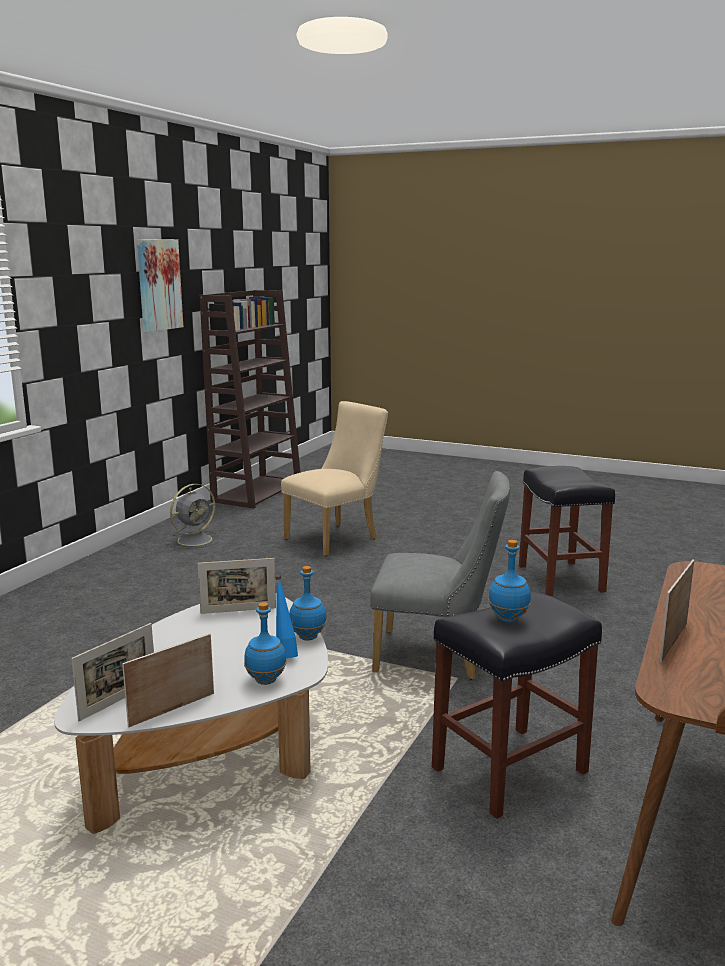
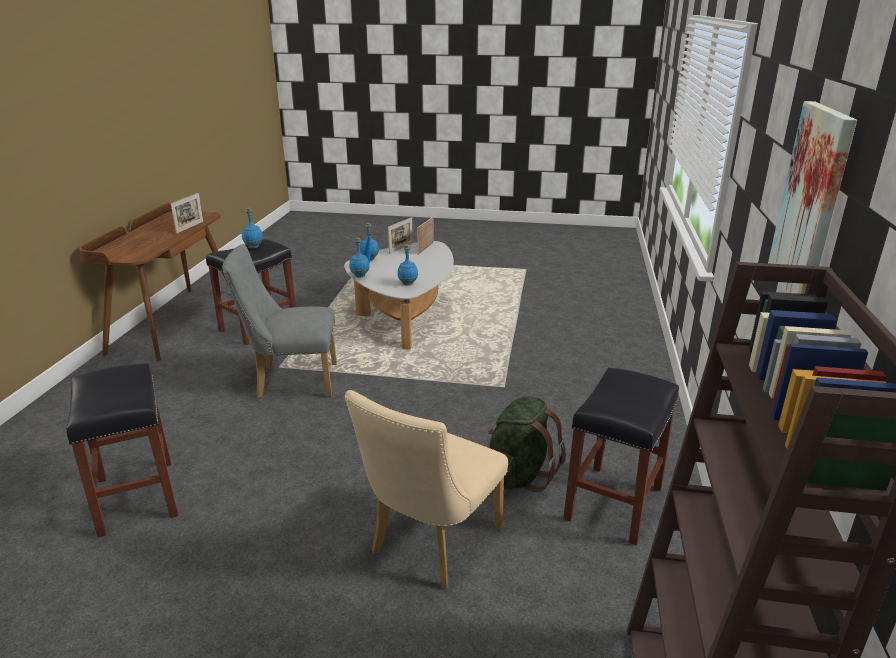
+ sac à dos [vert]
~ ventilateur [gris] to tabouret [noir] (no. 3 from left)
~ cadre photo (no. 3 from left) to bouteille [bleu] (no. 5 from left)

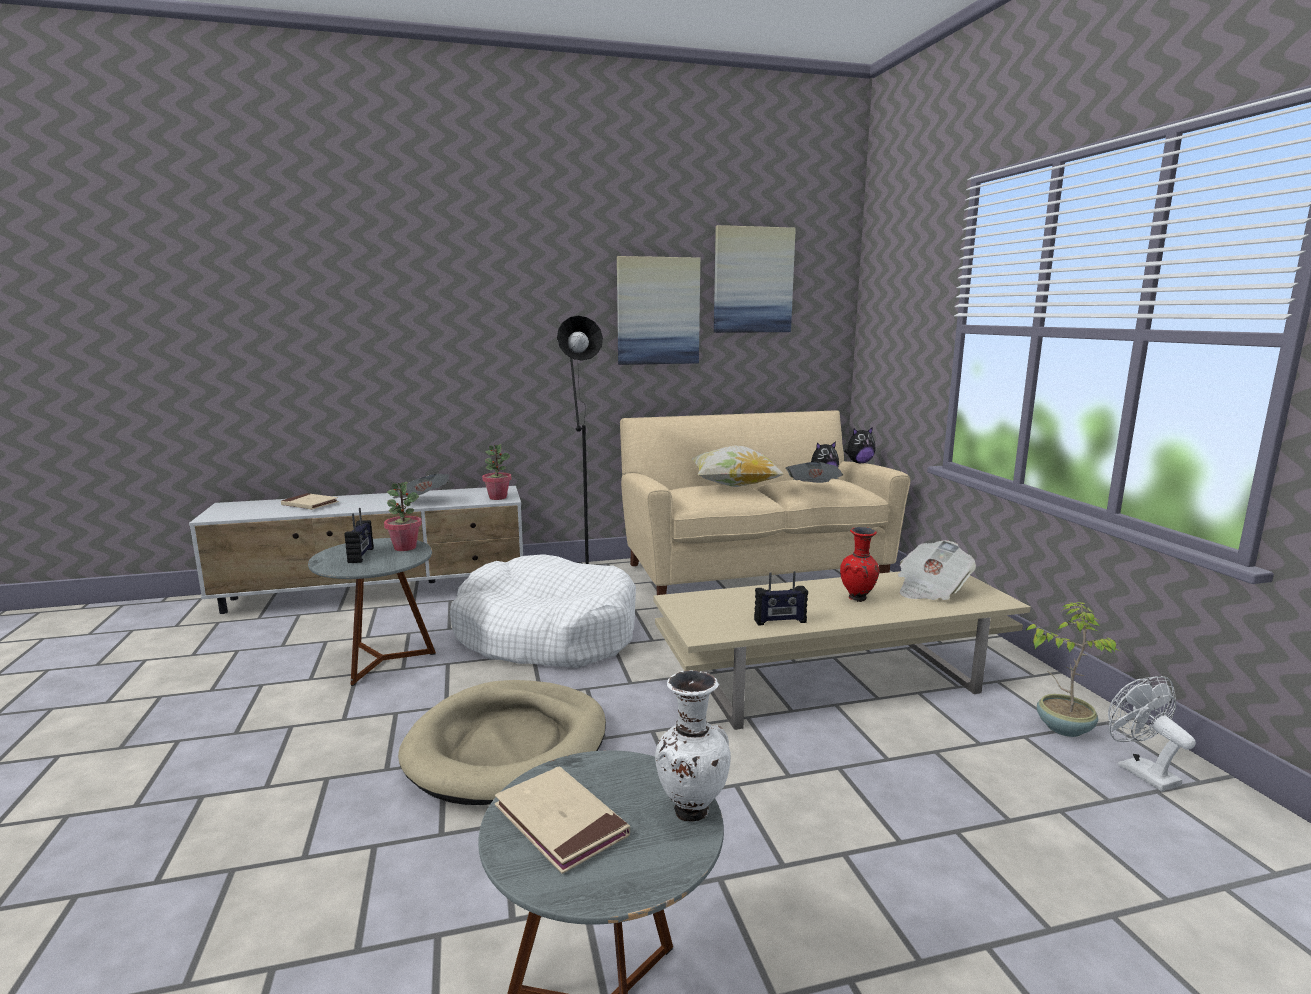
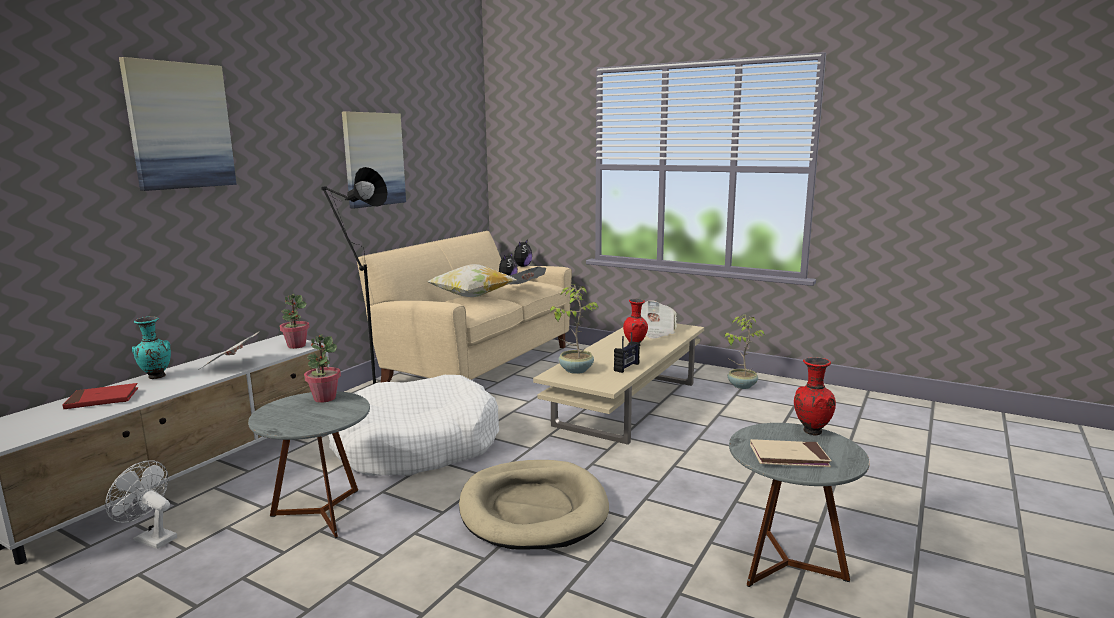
- radio (no. 1 from left)
+ vase [turquoise]
+ plante en pot (no. 3 from left)
~ tableau (no. 2 from left in the first image) to tableau (no. 1 from left)
~ ventilateur [blanc]
~ livre [beige] (no. 1 from left) to livre [rouge]
~ vase [blanc] to vase [rouge] (no. 2 from left)

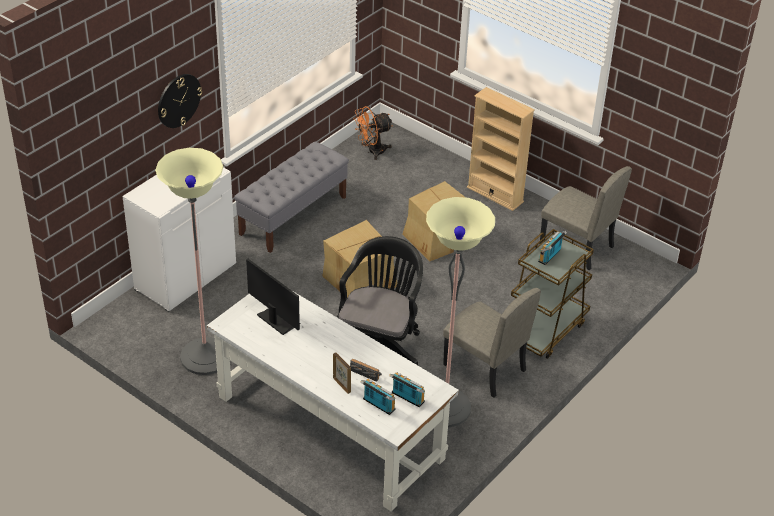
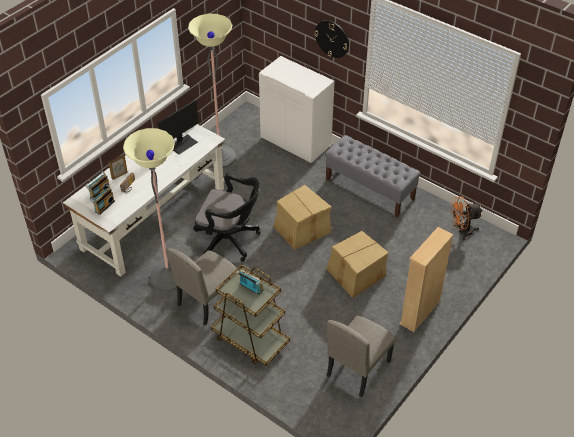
~ ventilateur [orange] 75 degrees counterclockwise

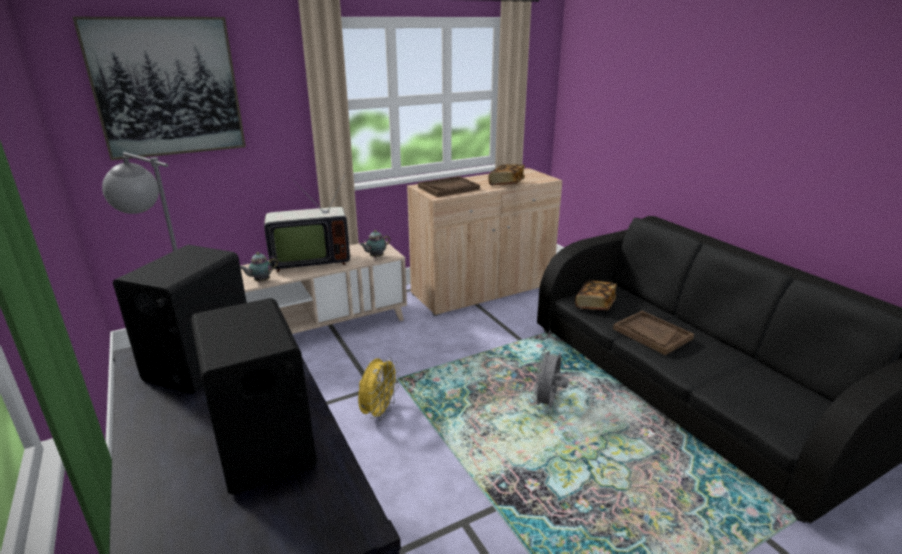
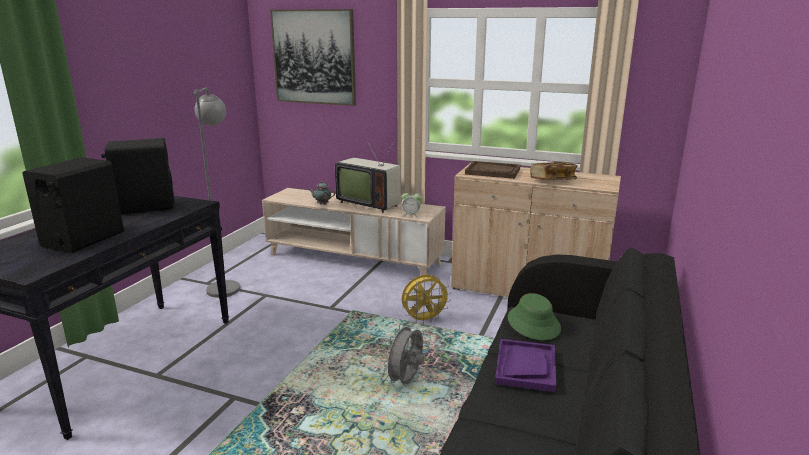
~ ventilateur [jaune]
~ théière (no. 2 from left) to réveil
~ livre (no. 2 from left) to chapeau [vert]
~ plateau [marron] (no. 2 from left) to plateau [violet]
~ ventilateur [gris] 45 degrees counterclockwise

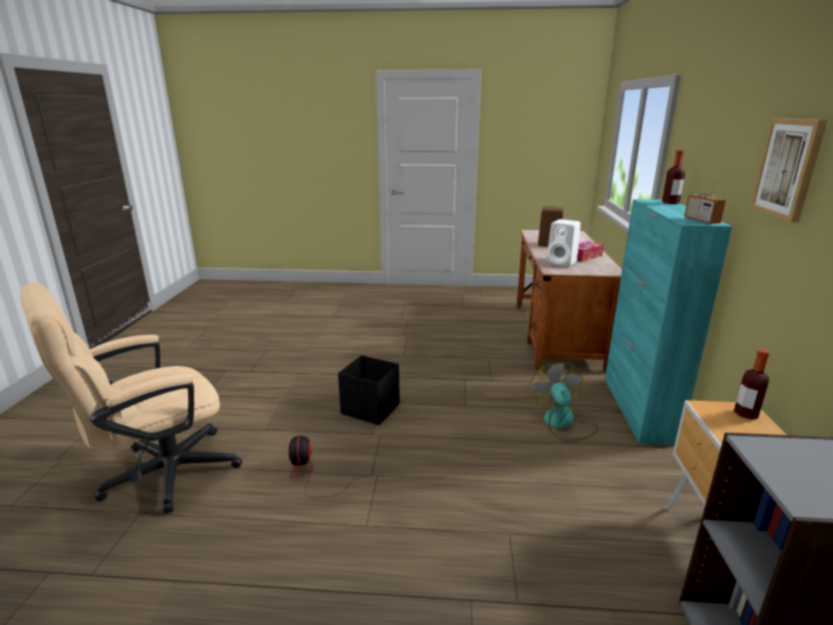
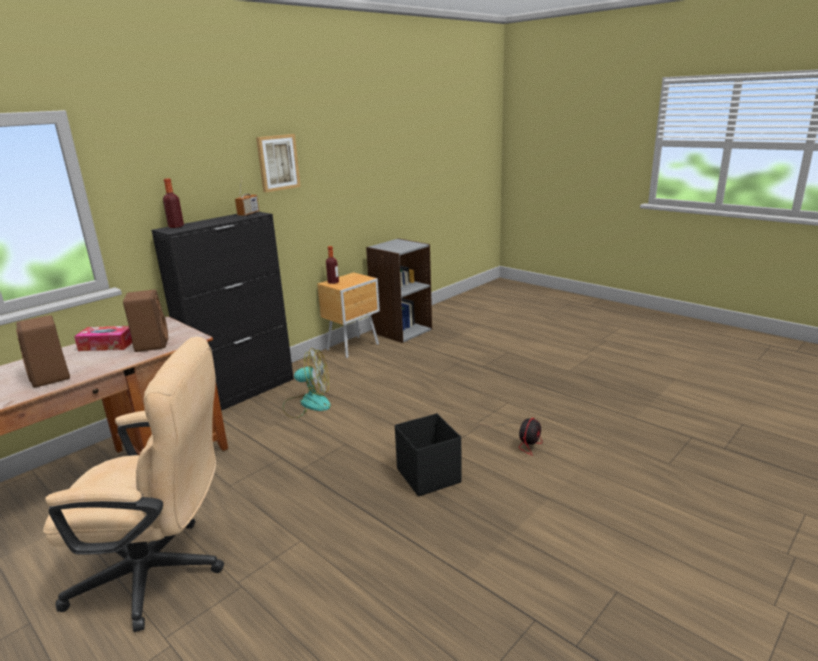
~ chaise de bureau [beige]
~ enceinte [blanc] to enceinte [marron] (no. 2 from left)
~ meuble de rangement [turquoise] to meuble de rangement [noir]
~ ventilateur (no. 2 from left in the first image) 120 degrees counterclockwise

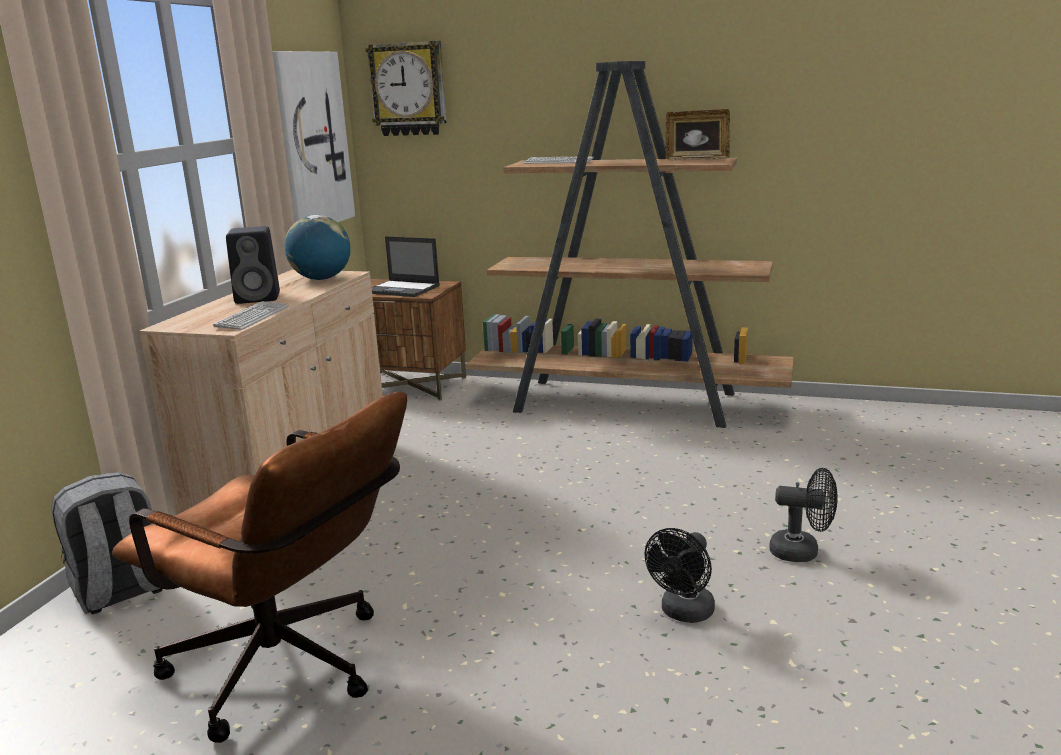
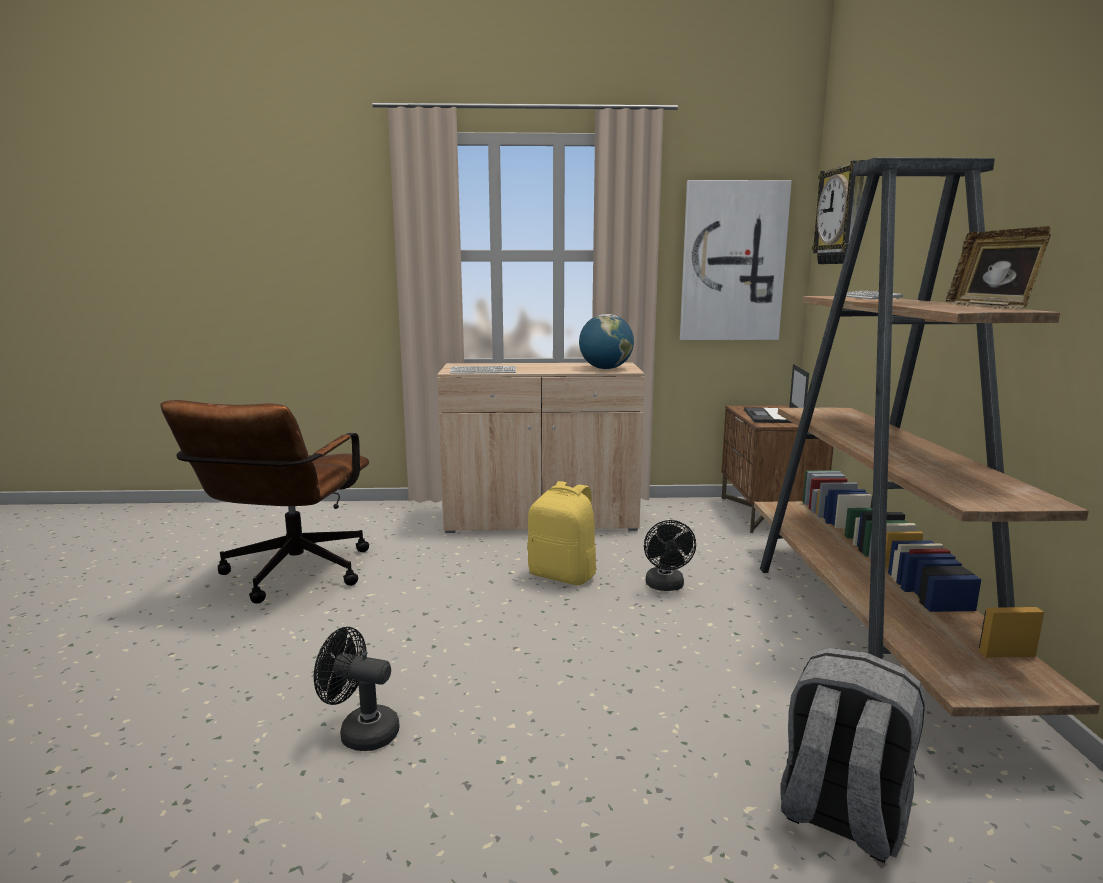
- enceinte [noir]
+ sac à dos [jaune]
~ sac à dos [gris]
~ ventilateur [noir] (no. 2 from left)

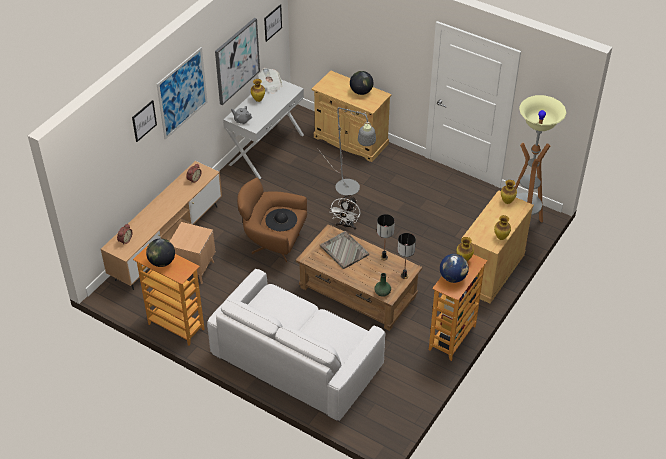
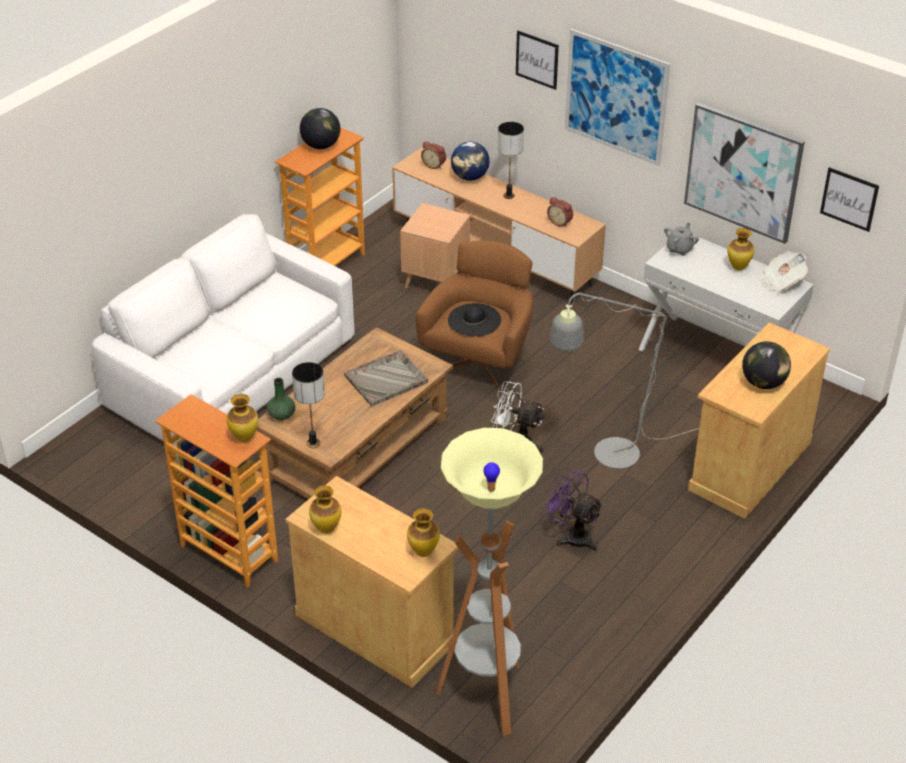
+ ventilateur [violet]
~ lampe de table (no. 1 from left in the first image) to lampe de table (no. 2 from left)
~ globe (no. 3 from left in the first image) to globe (no. 2 from left)

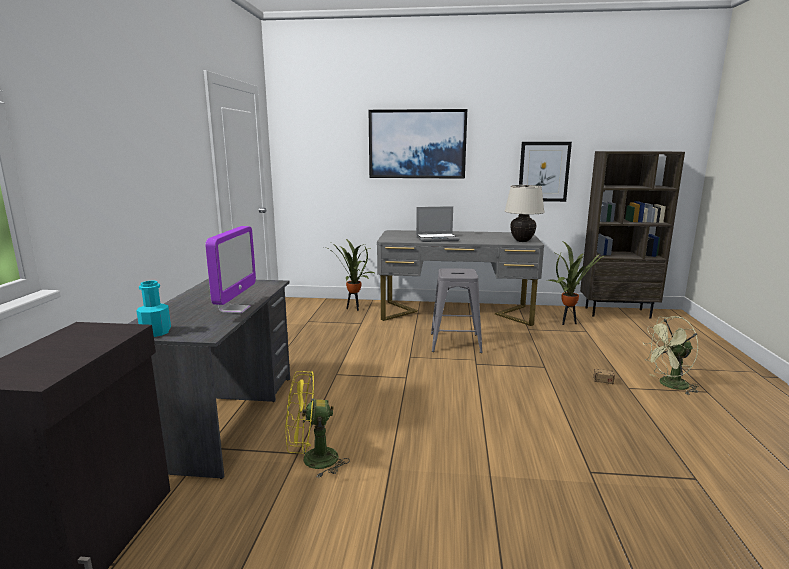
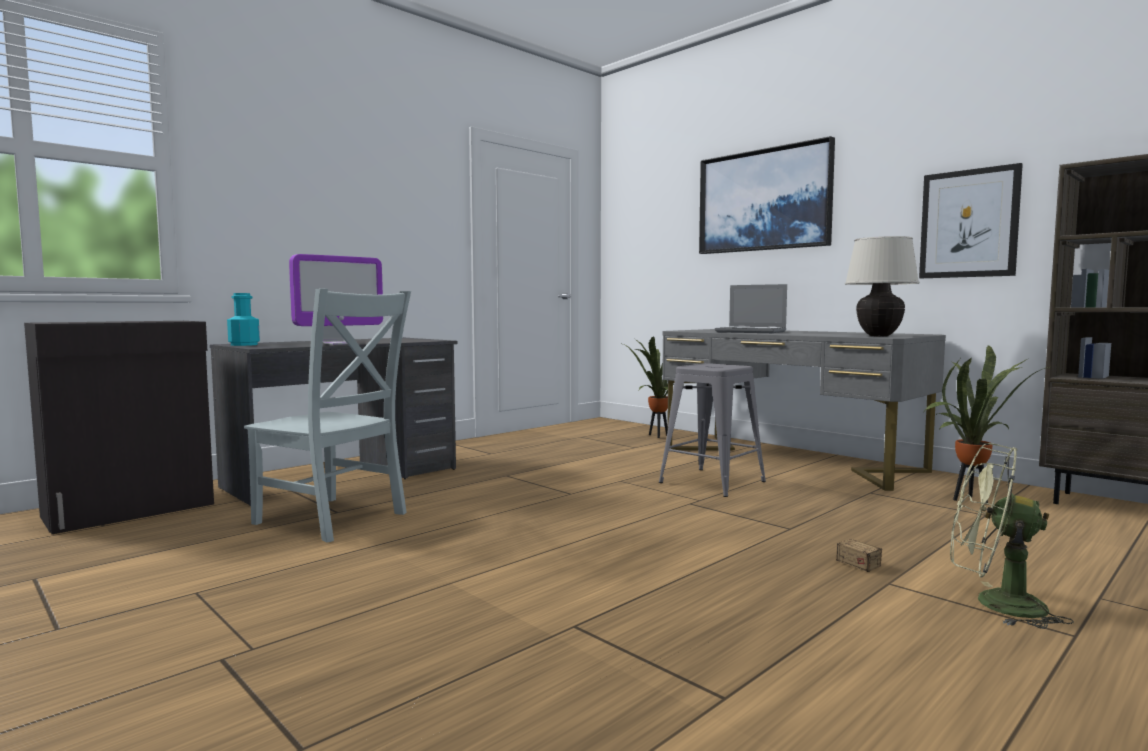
~ ventilateur [jaune] to chaise [gris]

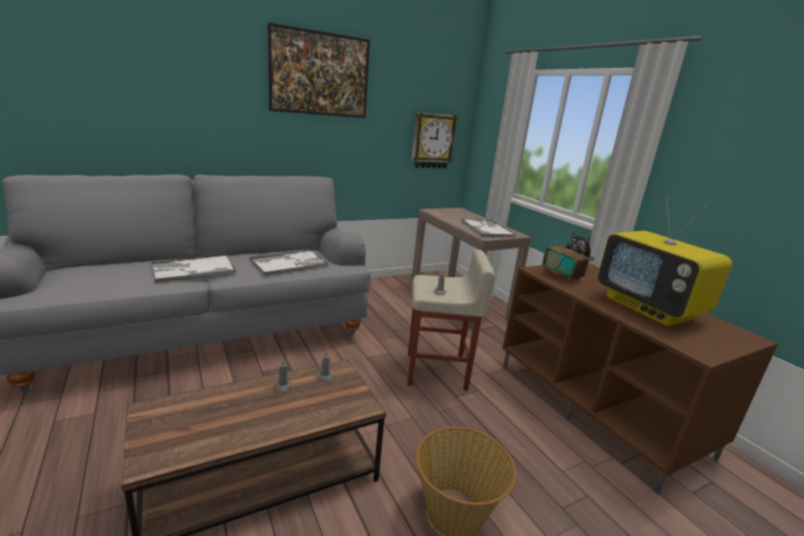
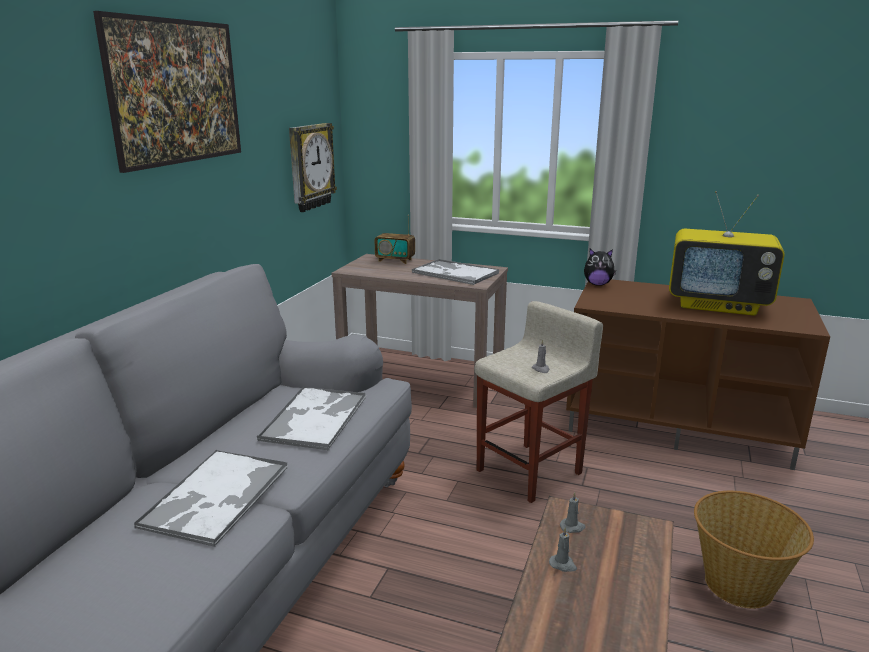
~ radio

